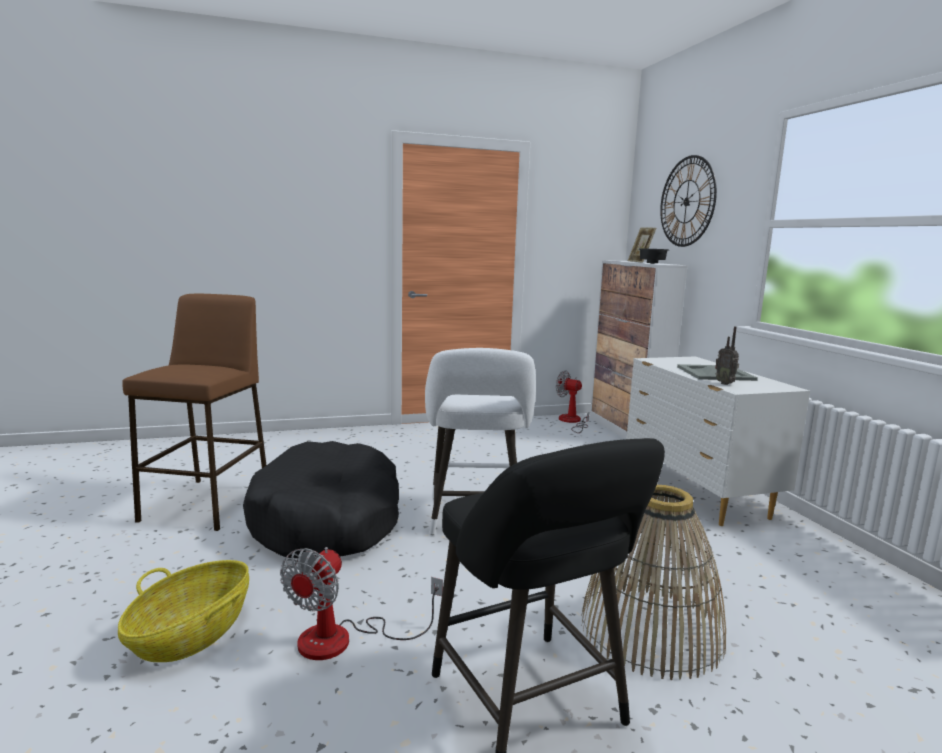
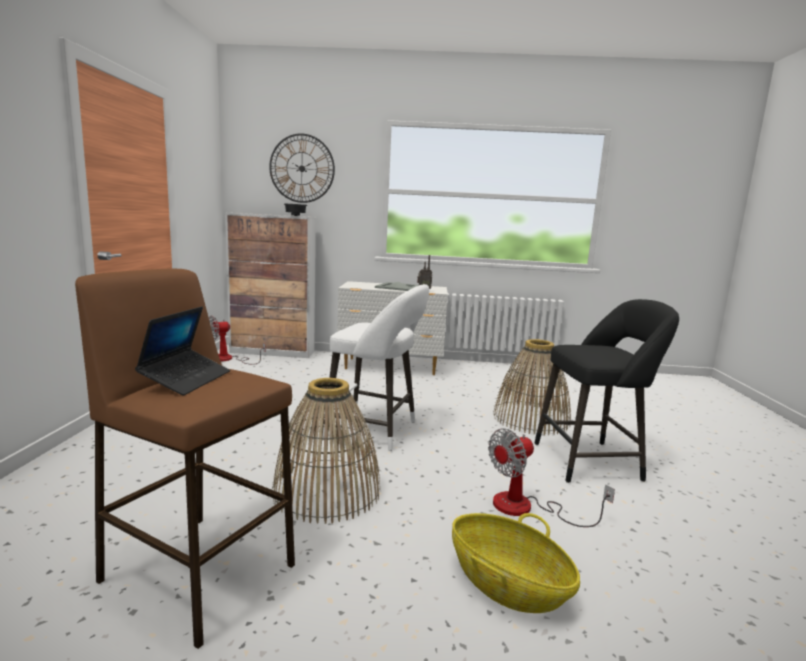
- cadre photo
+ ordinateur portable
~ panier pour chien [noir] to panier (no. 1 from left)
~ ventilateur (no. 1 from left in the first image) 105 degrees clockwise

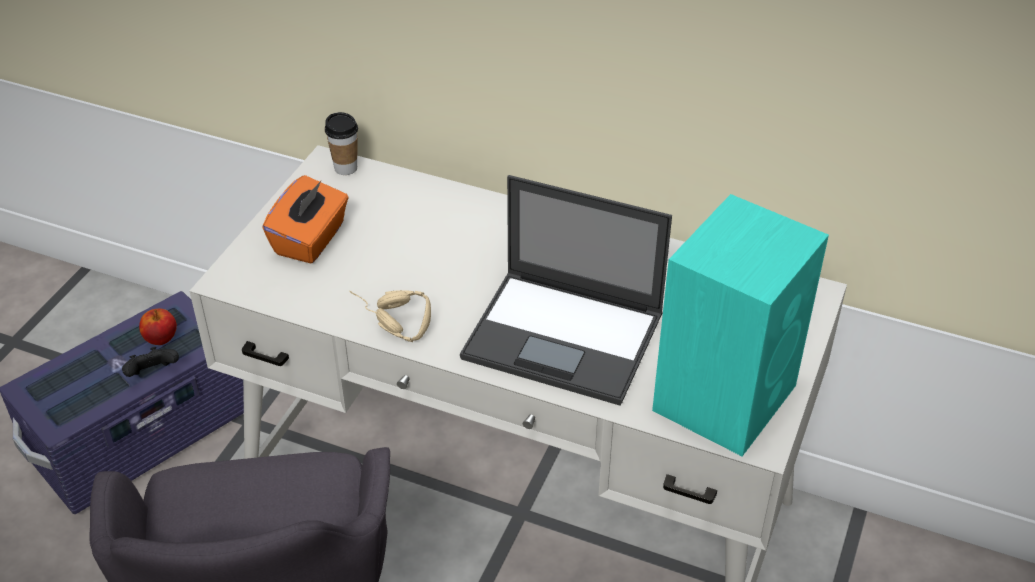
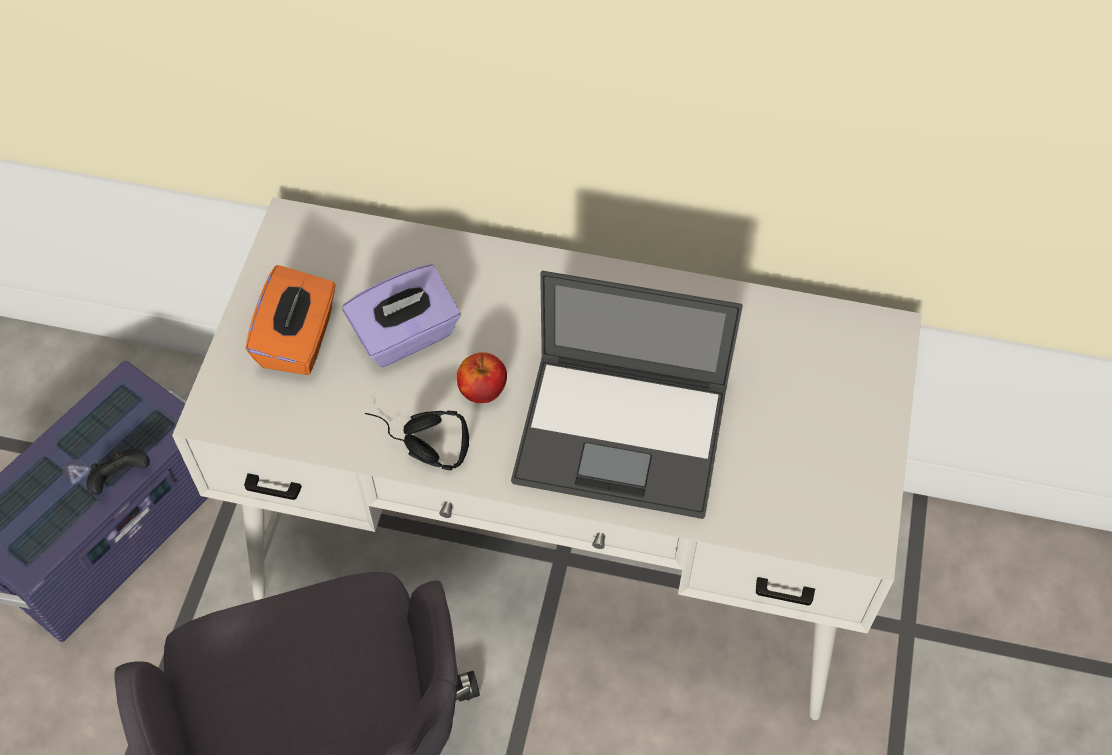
- tasse
- enceinte [turquoise]
+ boîte à mouchoirs [violet]
~ pomme
~ casque audio [beige] to casque audio [noir]

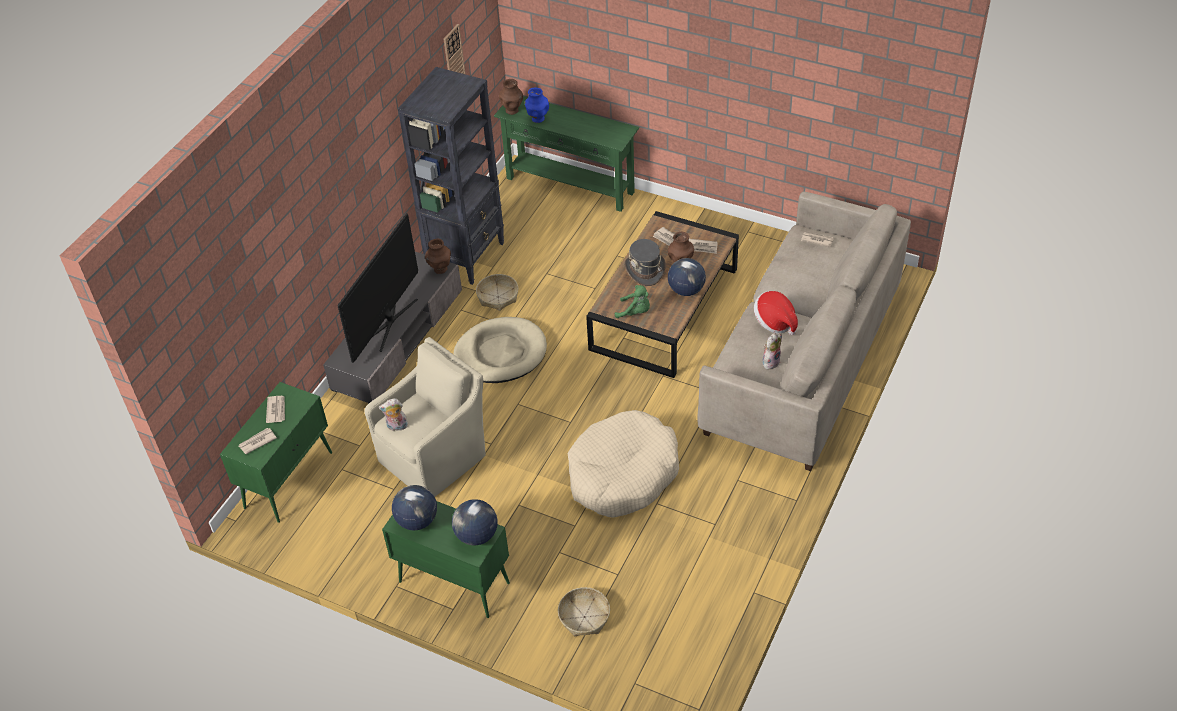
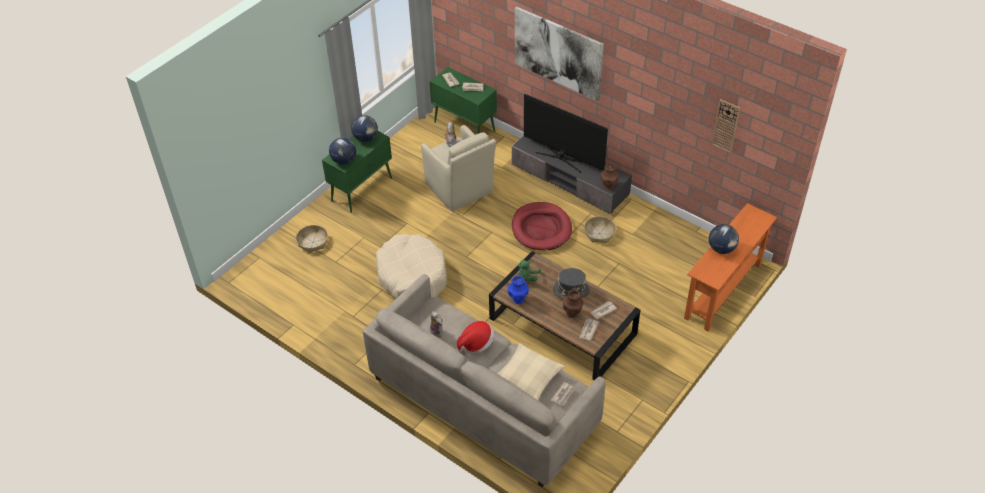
- bibliothèque [noir]
- vase [marron] (no. 2 from left)
+ coussin [beige]
+ tableau
~ vase [bleu]
~ globe (no. 3 from left)
~ panier pour chien [beige] (no. 1 from left) to panier pour chien [rouge]
~ table console [vert] to table console [orange]

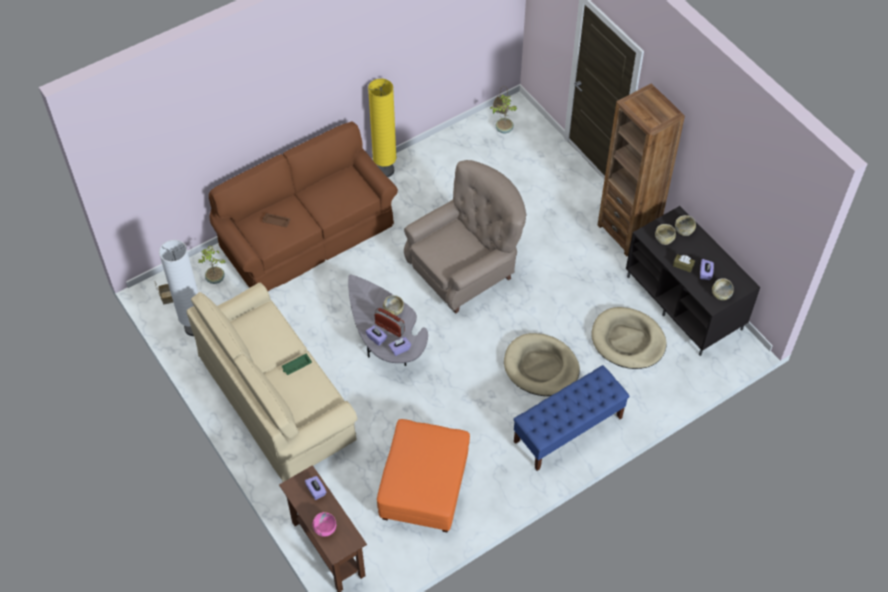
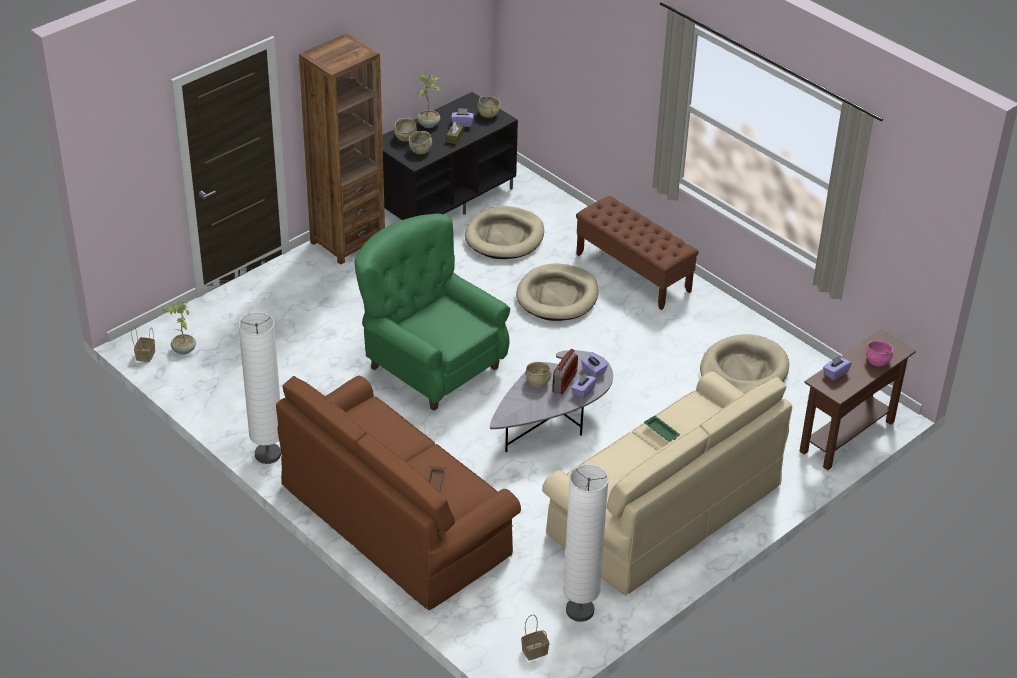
~ plante en pot (no. 1 from left in the first image) to plante en pot (no. 2 from left)
~ pouf [orange] to panier pour chien [beige] (no. 3 from left)
~ lampadaire [jaune] to lampadaire [blanc] (no. 1 from left)
~ fauteuil [beige] to fauteuil [vert]
~ banc [bleu] to banc [marron]

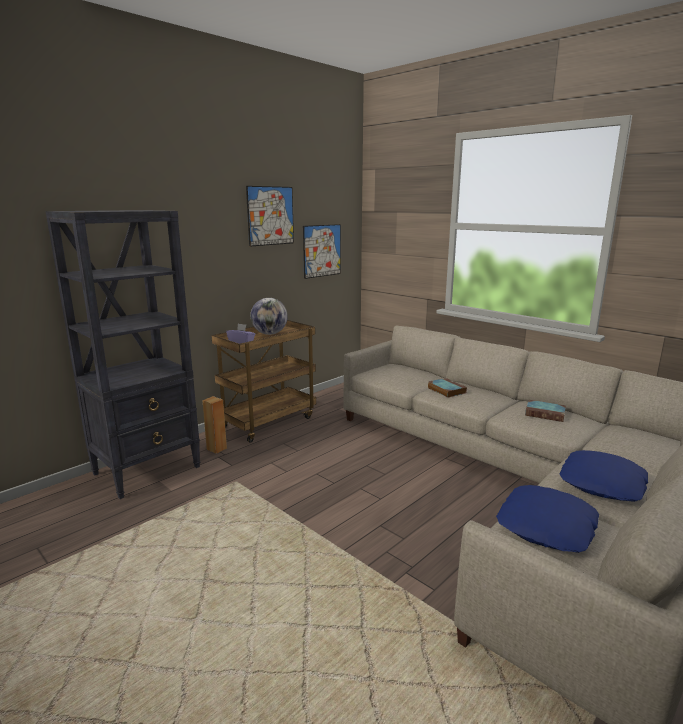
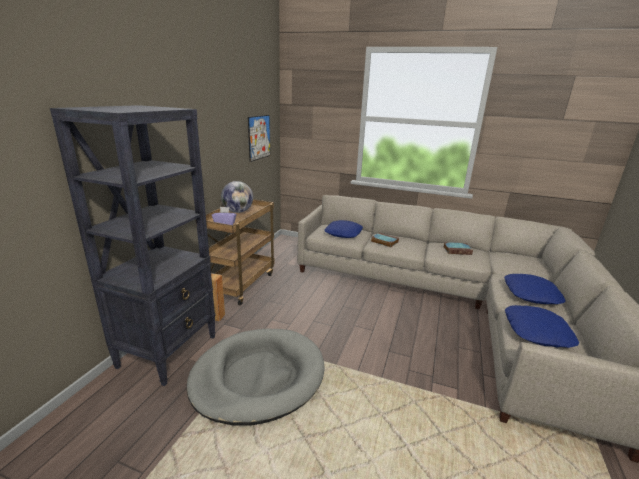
- tableau (no. 1 from left)
+ panier pour chien [gris]
+ coussin [bleu] (no. 1 from left)

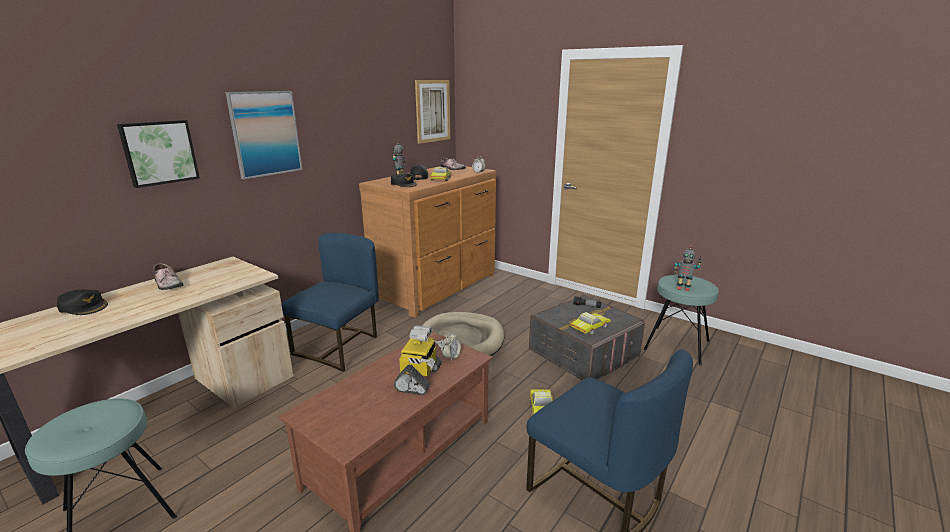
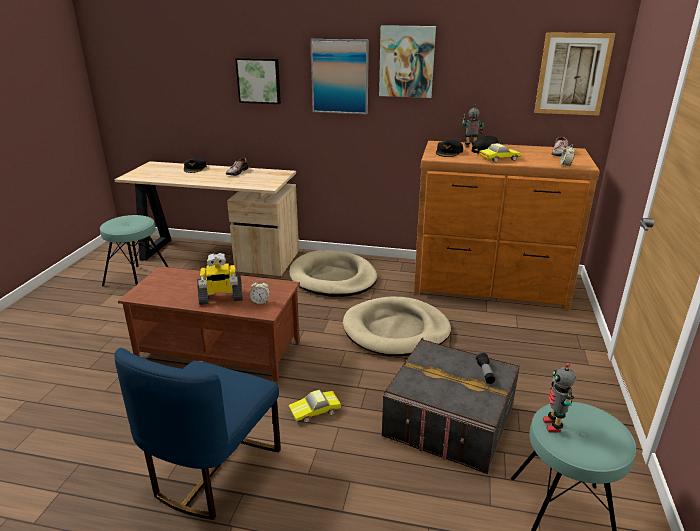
- petite voiture (no. 3 from left)
+ tableau (no. 3 from left)
~ chaise [bleu] (no. 1 from left) to panier pour chien [beige] (no. 1 from left)

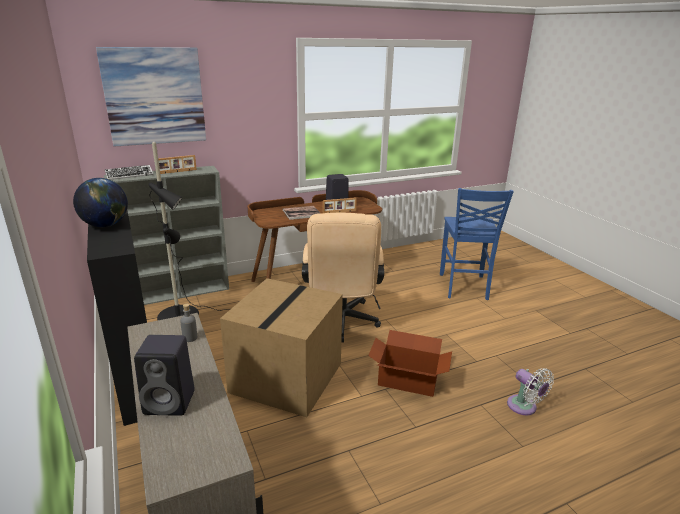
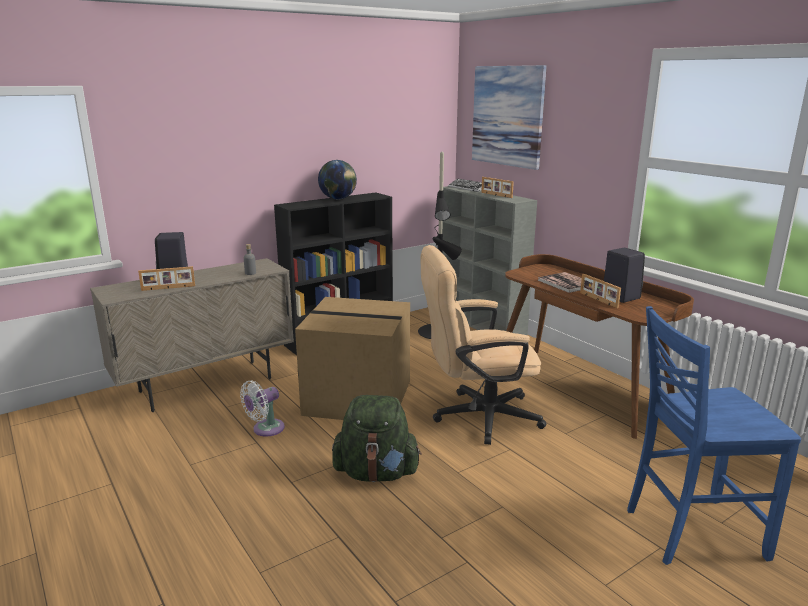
+ cadre photo (no. 1 from left)
~ ventilateur [blanc]
~ carton (no. 2 from left) to sac à dos [vert]

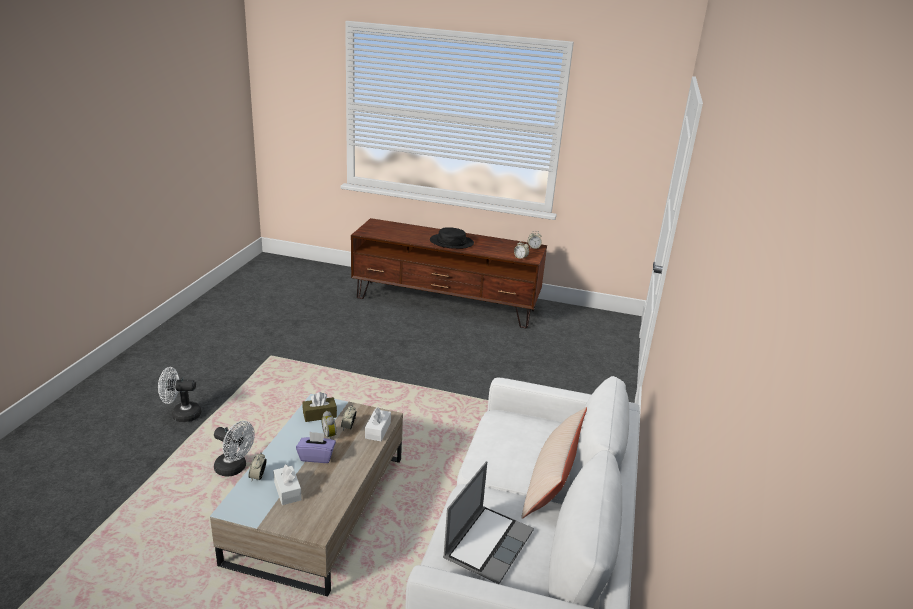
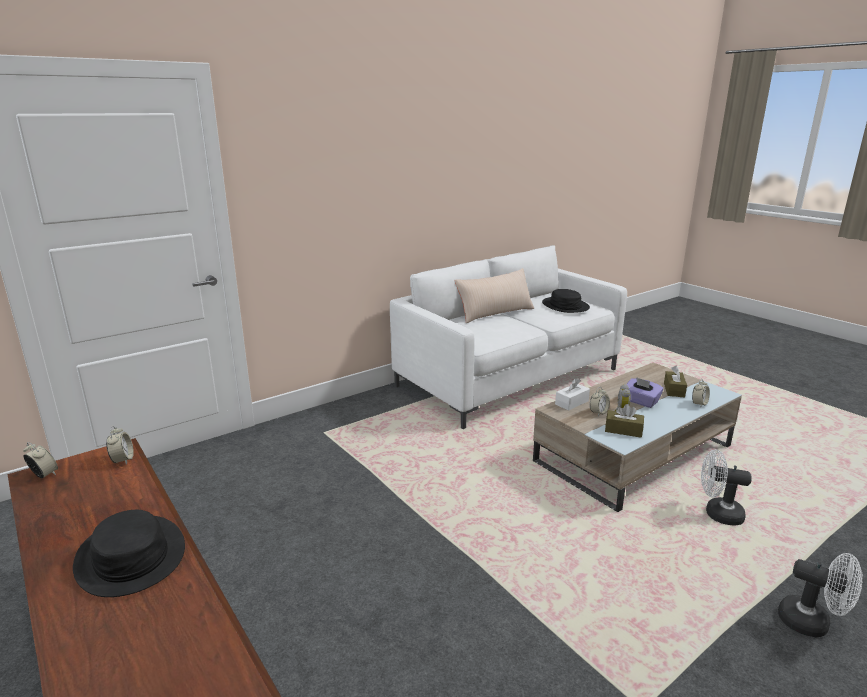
~ ordinateur portable to chapeau [noir] (no. 2 from left)
~ boîte à mouchoirs [blanc] (no. 1 from left) to boîte à mouchoirs [marron] (no. 2 from left)
~ ventilateur [blanc] (no. 2 from left in the first image) 45 degrees counterclockwise

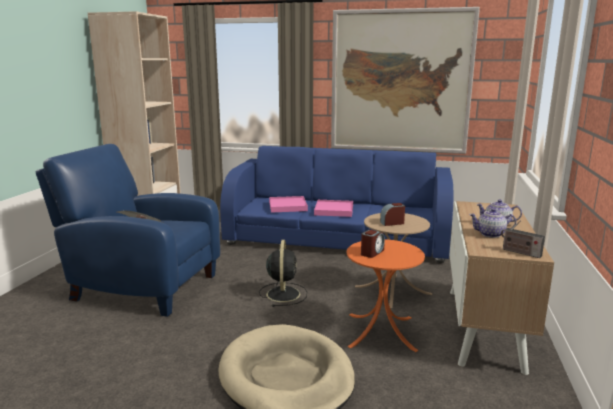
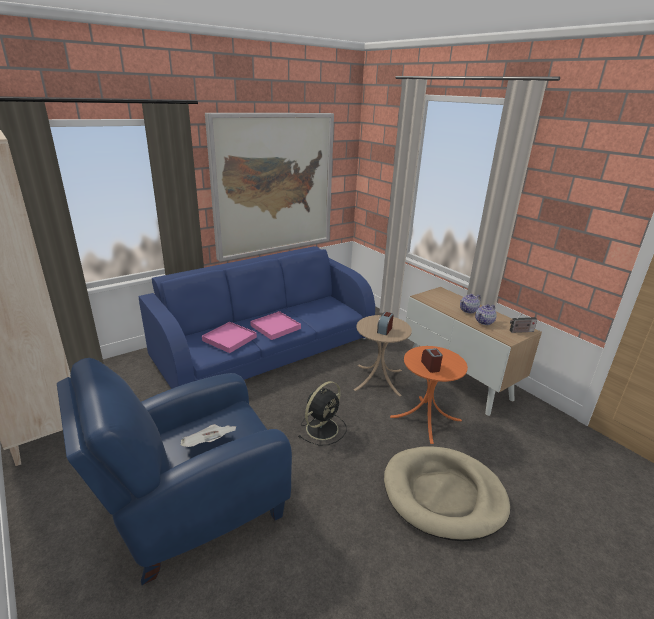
~ ventilateur [noir] 90 degrees clockwise

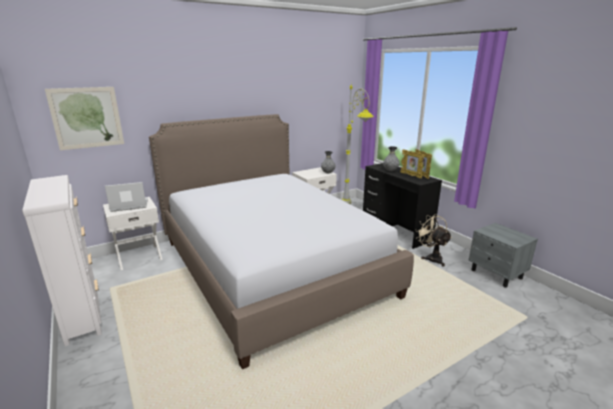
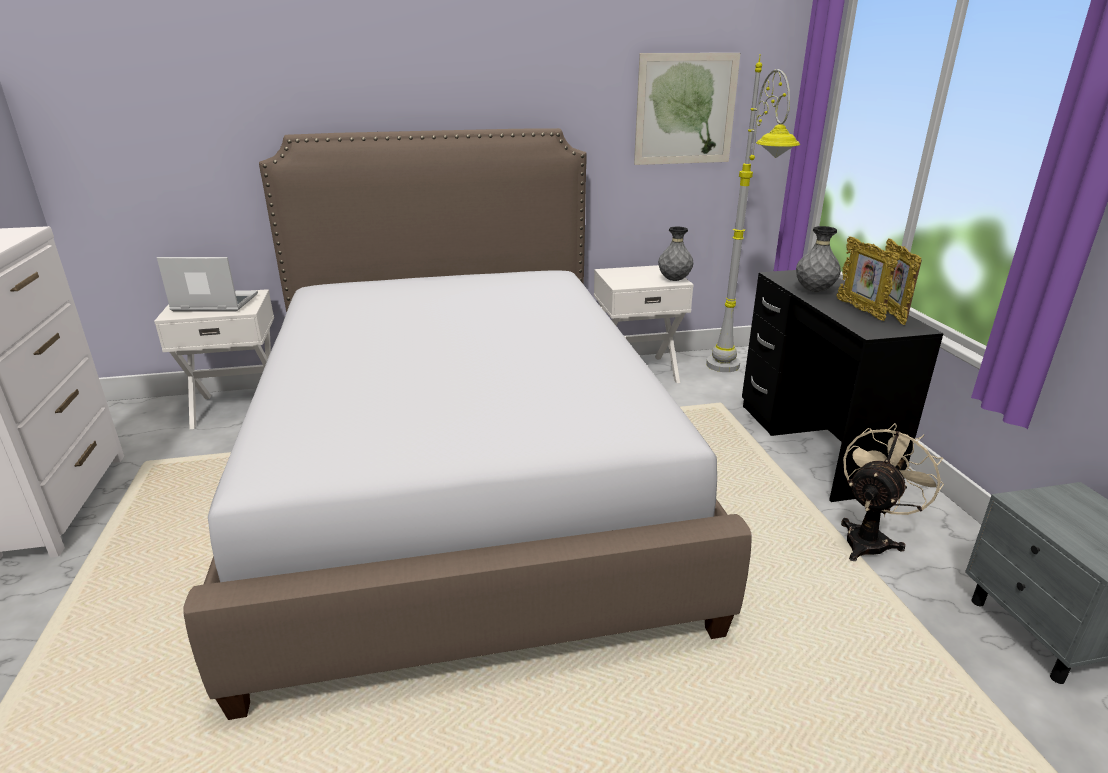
~ tableau
~ ventilateur [beige] 45 degrees clockwise

